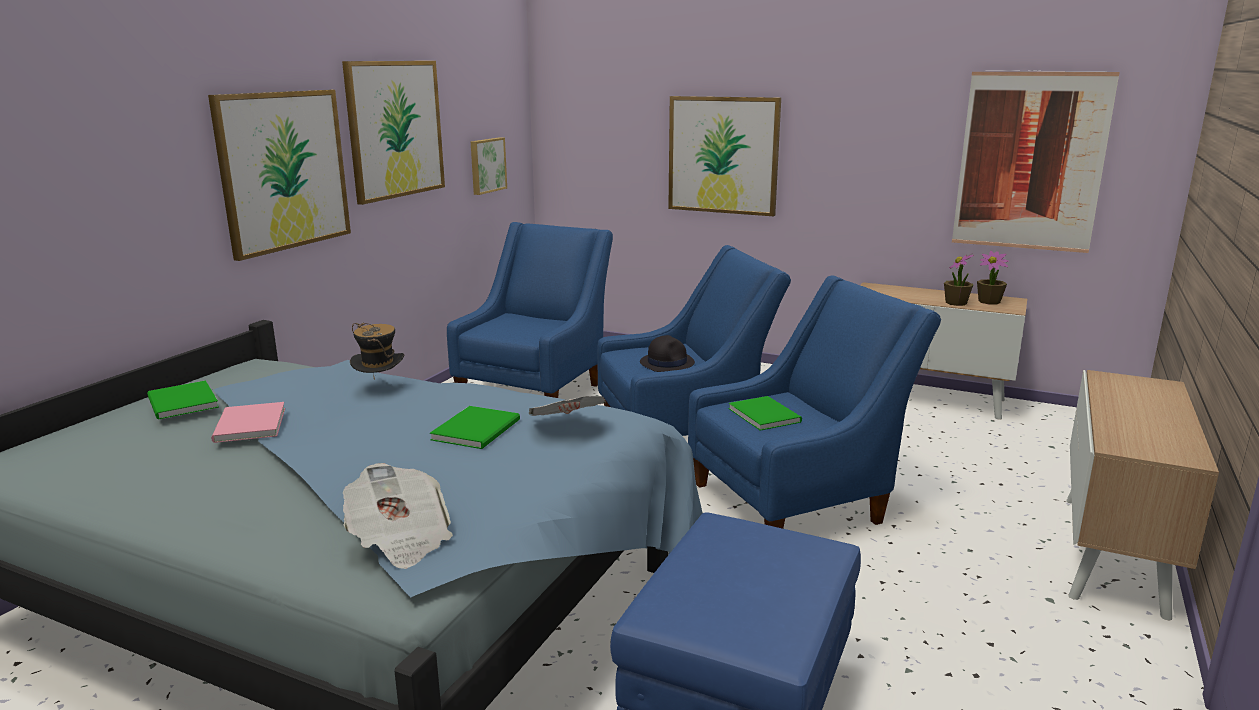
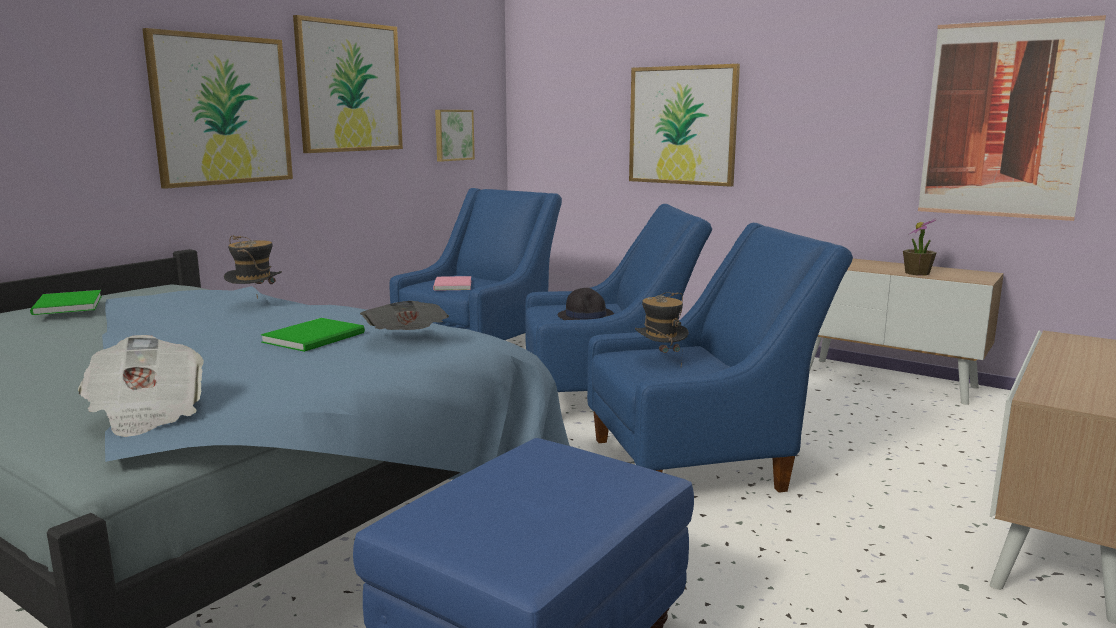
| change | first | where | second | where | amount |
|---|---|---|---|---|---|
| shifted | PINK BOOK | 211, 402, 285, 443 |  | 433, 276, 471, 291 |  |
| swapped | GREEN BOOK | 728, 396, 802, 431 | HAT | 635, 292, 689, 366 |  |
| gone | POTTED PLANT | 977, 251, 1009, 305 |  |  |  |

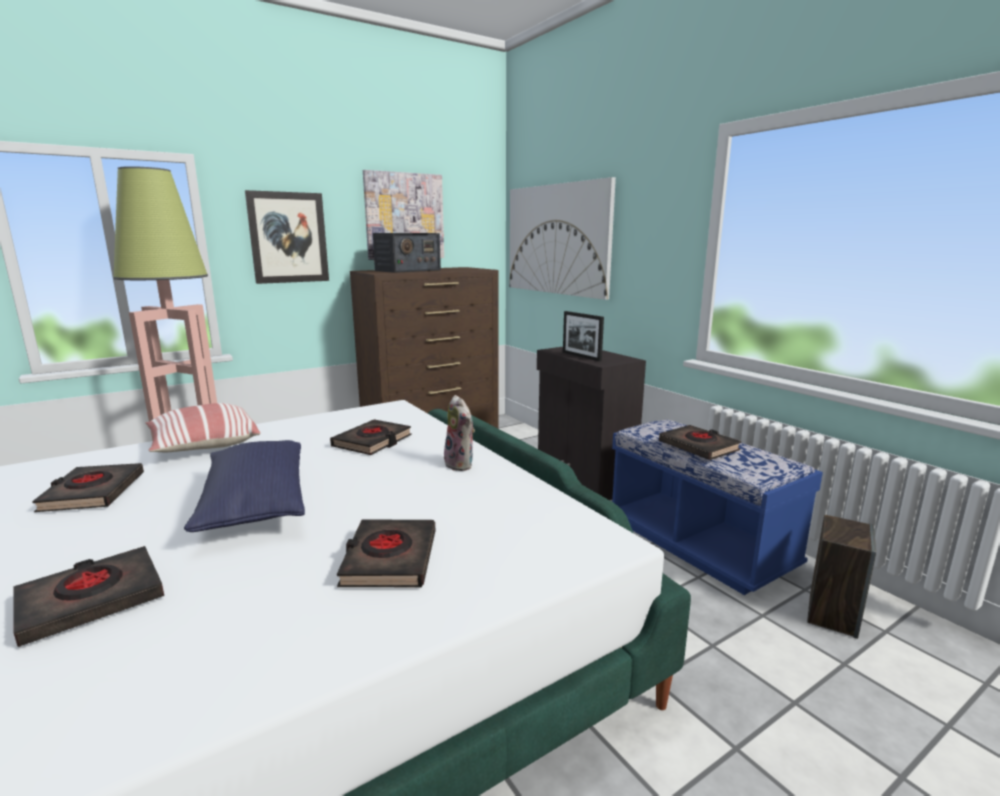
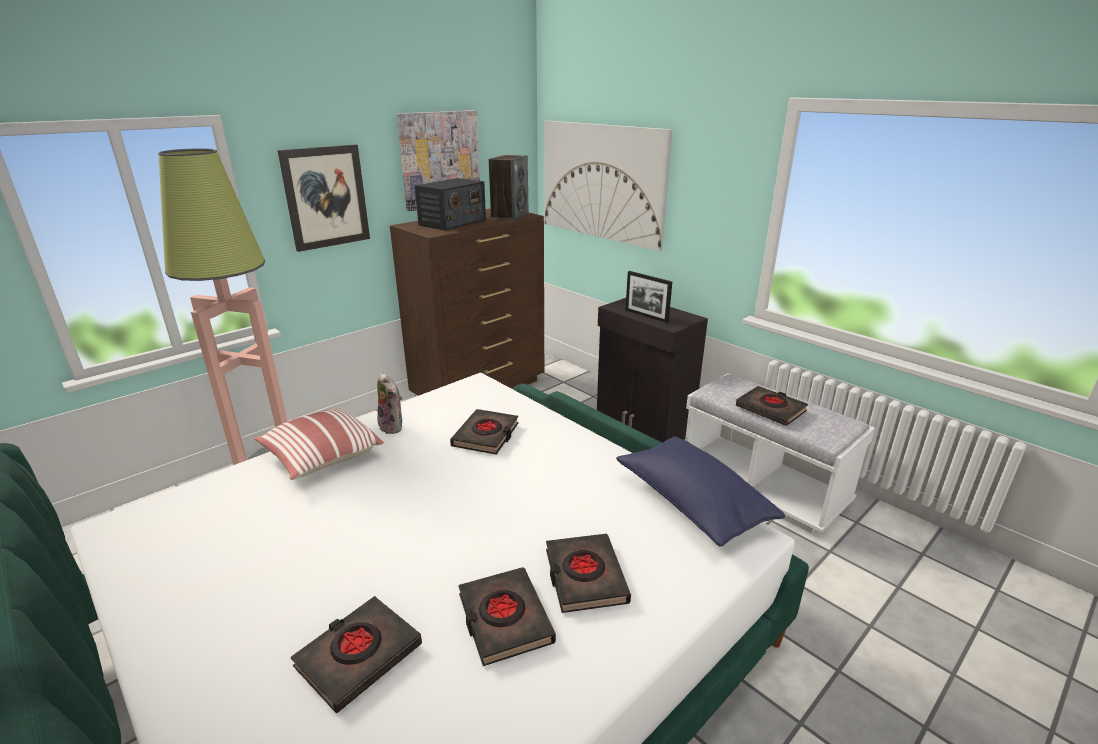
| change | first | where | second | where | amount |
|---|---|---|---|---|---|
| shifted | BLACK BOOK | 32, 463, 144, 512 |  | 458, 567, 556, 666 |  |
| shifted | BLUE PILLOW | 184, 440, 305, 532 |  | 616, 436, 785, 547 |  |
| shifted | PLUSH TOY | 444, 395, 475, 471 |  | 377, 372, 402, 434 |  |
| repainted | BLUE BENCH | 612, 420, 823, 595 | WHITE BENCH | 685, 373, 875, 534 |  |
| shifted | SPEAKER | 807, 515, 876, 639 |  | 489, 155, 528, 220 |  |

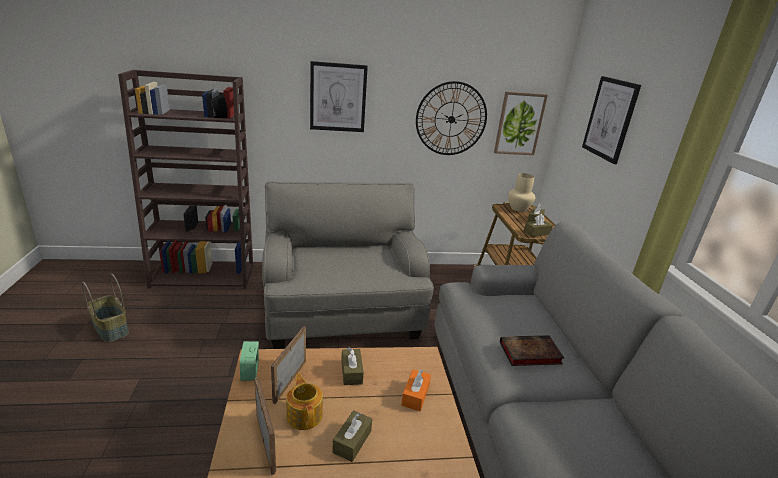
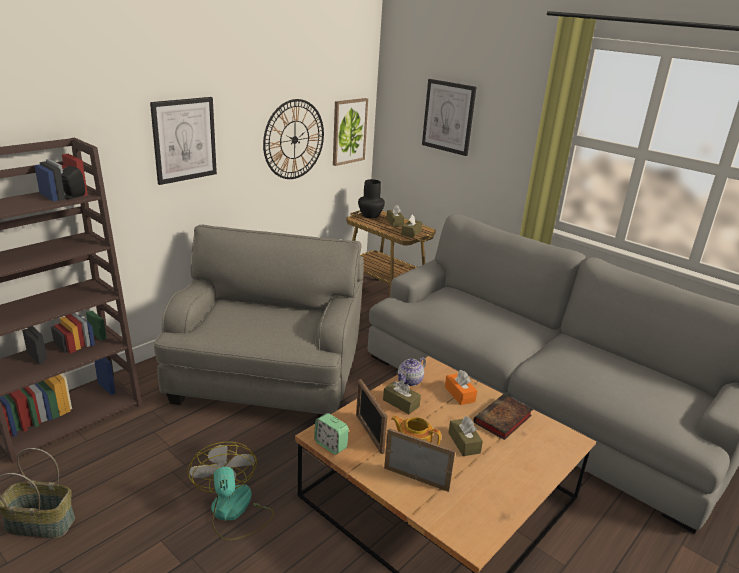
| change | first | where | second | where | amount |
|---|---|---|---|---|---|
| rotated | GREY ARMCHAIR | 262, 181, 434, 349 |  | 154, 225, 364, 418 | 60 degrees clockwise |
| shifted | BOOK | 500, 335, 564, 366 |  | 474, 394, 533, 440 |  |
| repainted | BEIGE VASE | 508, 173, 536, 212 | BLACK VASE | 358, 179, 385, 219 |  |
| new |  |  | FAN | 187, 442, 274, 540 |  |
| new |  |  | TEAPOT | 397, 357, 426, 386 |  |

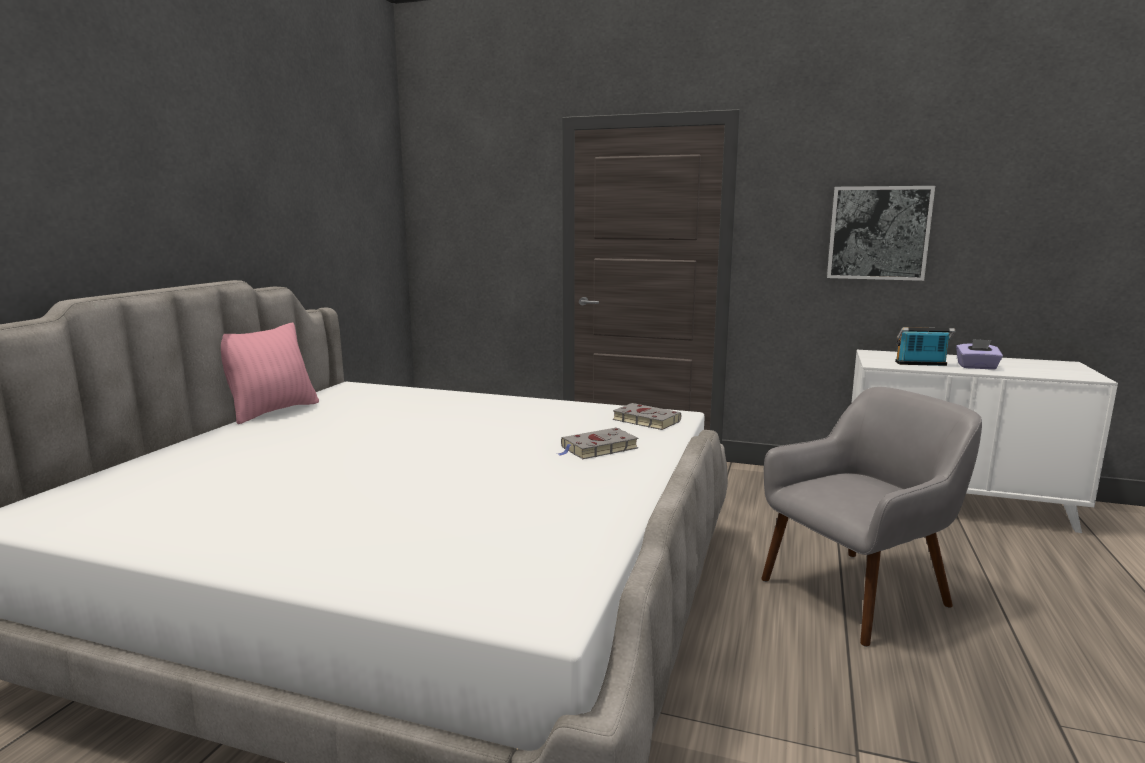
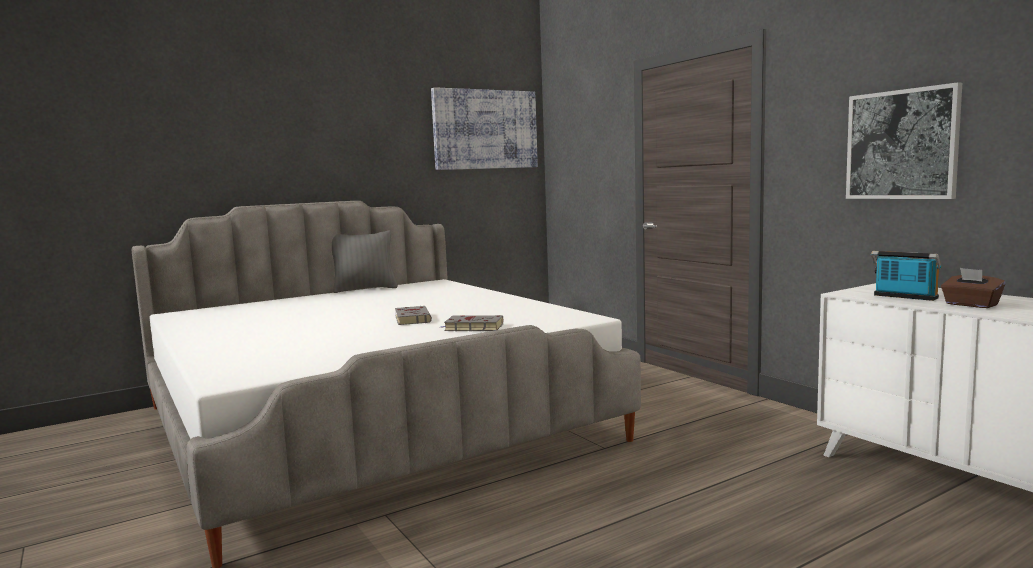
| change | first | where | second | where | amount |
|---|---|---|---|---|---|
| repainted | PINK PILLOW | 221, 323, 319, 424 | GREY PILLOW | 332, 230, 398, 293 |  |
| shifted | GREY BOOK | 613, 403, 681, 430 |  | 395, 306, 432, 325 |  |
| gone | GREY ARMCHAIR | 761, 387, 982, 647 |  |  |  |
| repainted | PURPLE TISSUE BOX | 956, 339, 1003, 369 | BROWN TISSUE BOX | 941, 268, 1005, 308 |  |
| new |  |  | PICTURE | 431, 87, 538, 170 |  |

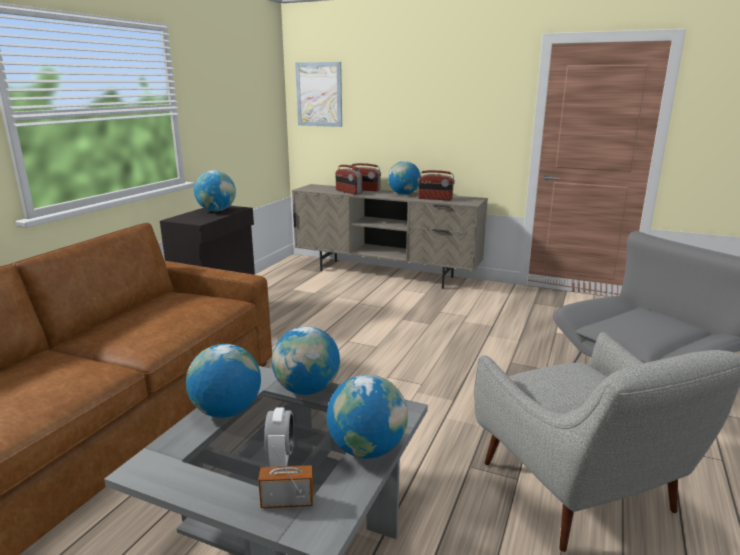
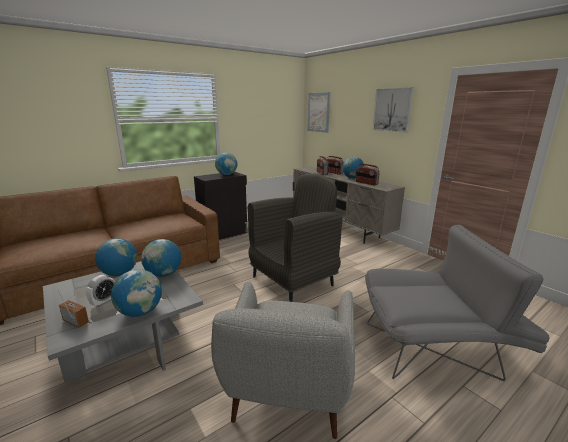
| change | first | where | second | where | amount |
|---|---|---|---|---|---|
| new |  |  | GREY ARMCHAIR | 247, 173, 343, 302 |  |
| new |  |  | PICTURE | 372, 87, 414, 133 |  |

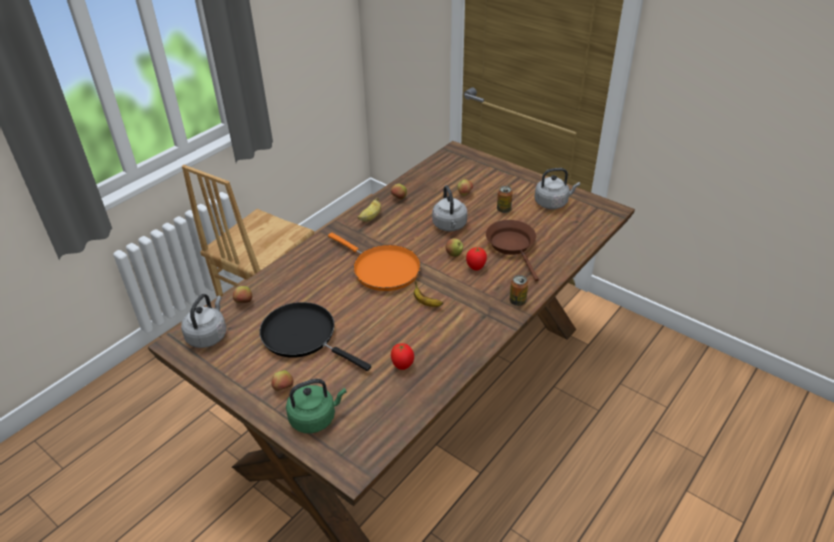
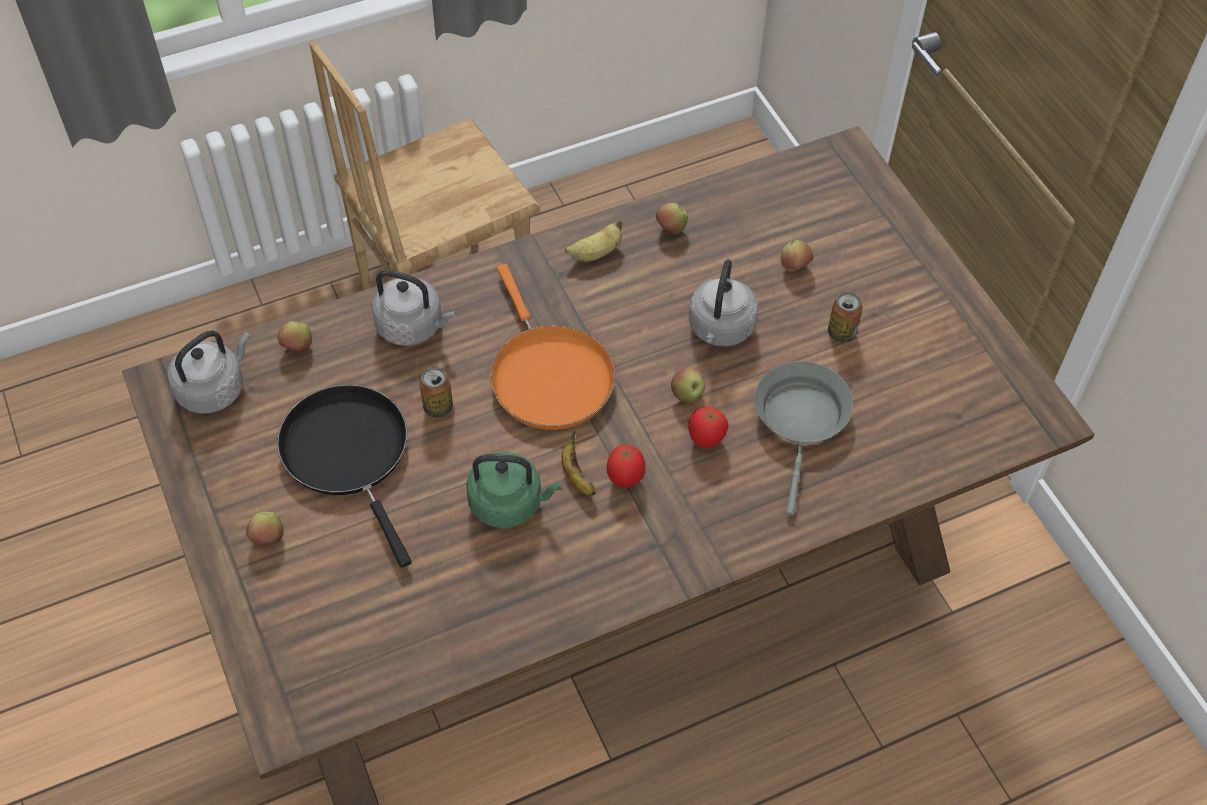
| change | first | where | second | where | amount |
|---|---|---|---|---|---|
| shifted | GREEN KETTLE | 286, 379, 347, 433 |  | 466, 452, 562, 528 |  |
| shifted | TOMATO | 391, 343, 414, 370 |  | 607, 445, 645, 488 |  |
| repainted | BROWN FRYING PAN | 486, 220, 539, 281 | GREY FRYING PAN | 754, 361, 853, 516 |  |
| shifted | CAN | 510, 275, 528, 306 |  | 419, 367, 453, 418 |  |
| shifted | GREY KETTLE | 535, 168, 580, 209 |  | 372, 270, 455, 346 |  |

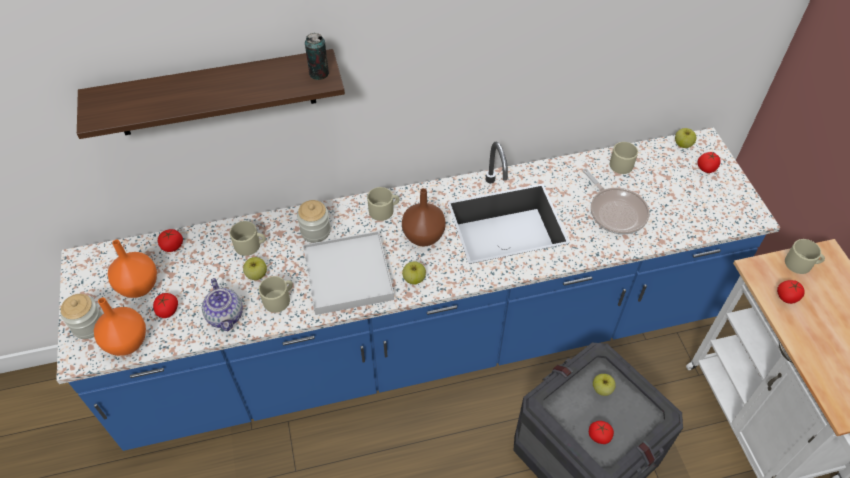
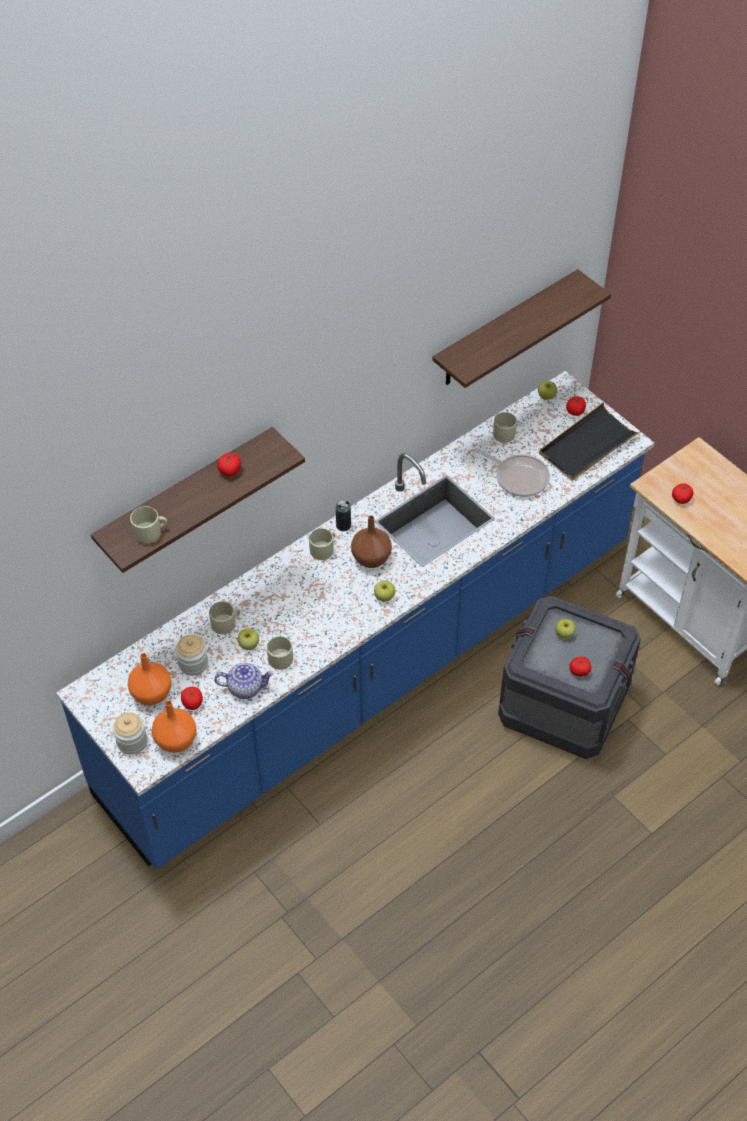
| change | first | where | second | where | amount |
|---|---|---|---|---|---|
| shifted | TOMATO | 158, 229, 183, 252 |  | 217, 453, 241, 476 |  |
| rotated | TEAPOT | 202, 278, 243, 331 |  | 214, 663, 274, 699 | 45 degrees counterclockwise |
| shifted | JAR | 297, 200, 331, 243 |  | 176, 635, 208, 676 |  |
| gone | WHITE TRAY | 303, 231, 394, 315 |  |  |  |
| shifted | CAN | 305, 33, 329, 80 |  | 335, 500, 351, 531 |  |
| shifted | BEIGE MUG | 785, 239, 825, 274 |  | 130, 506, 167, 543 |  |
| new |  |  | SHELF | 432, 269, 611, 388 |  |
| new |  |  | BLACK TRAY | 539, 402, 641, 481 |  |

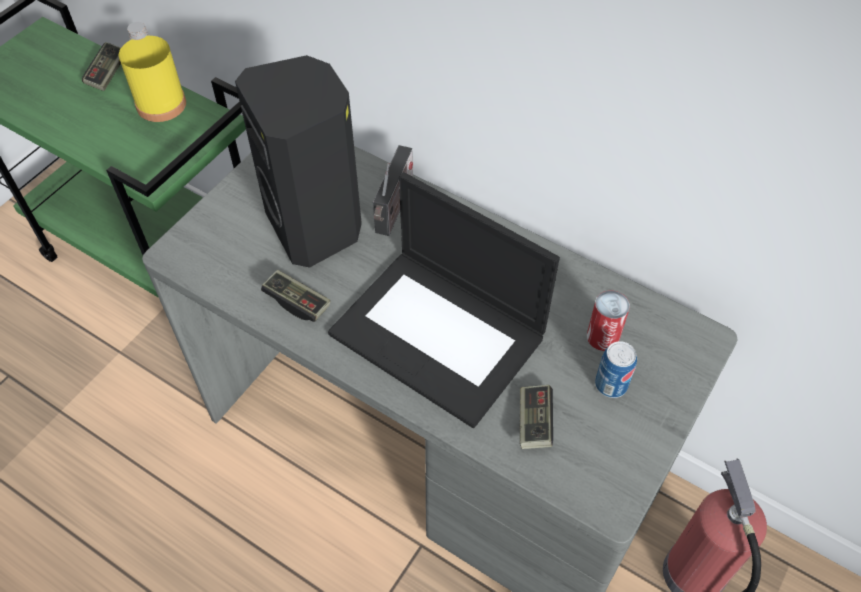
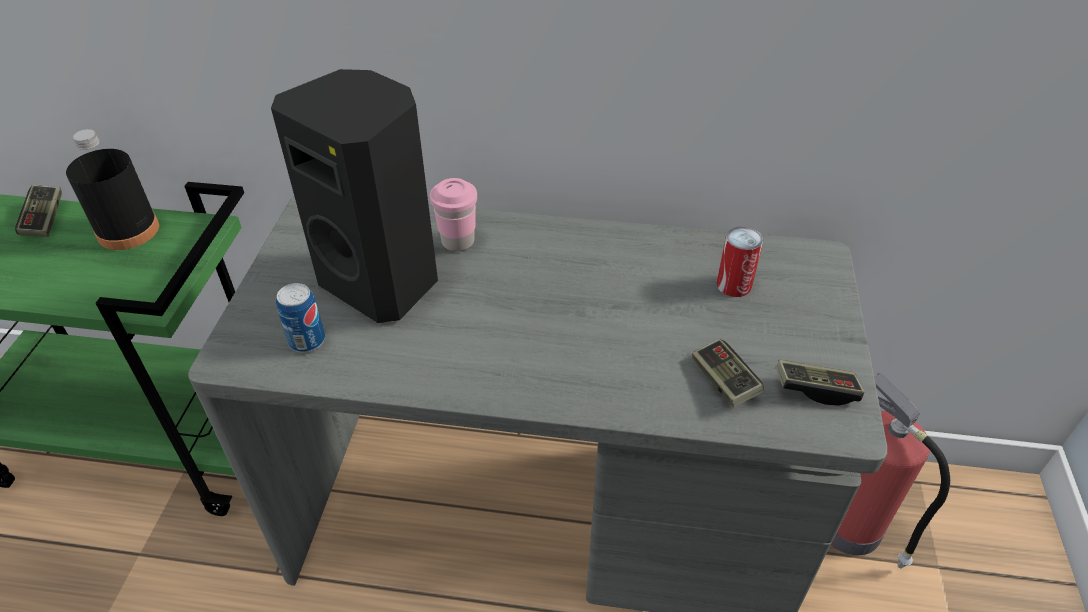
| change | first | where | second | where | amount |
|---|---|---|---|---|---|
| repainted | YELLOW BOTTLE | 119, 22, 186, 122 | BLACK BOTTLE | 66, 129, 159, 250 |  |
| shifted | GAME CONTROLLER | 261, 270, 330, 322 |  | 776, 360, 864, 406 |  |
| gone | LAPTOP | 328, 172, 560, 428 |  |  |  |
| swapped | RADIO | 373, 145, 413, 236 | PINK CUP | 430, 178, 477, 252 |  |
| shifted | CAN | 595, 341, 637, 398 |  | 276, 283, 325, 353 |  |

